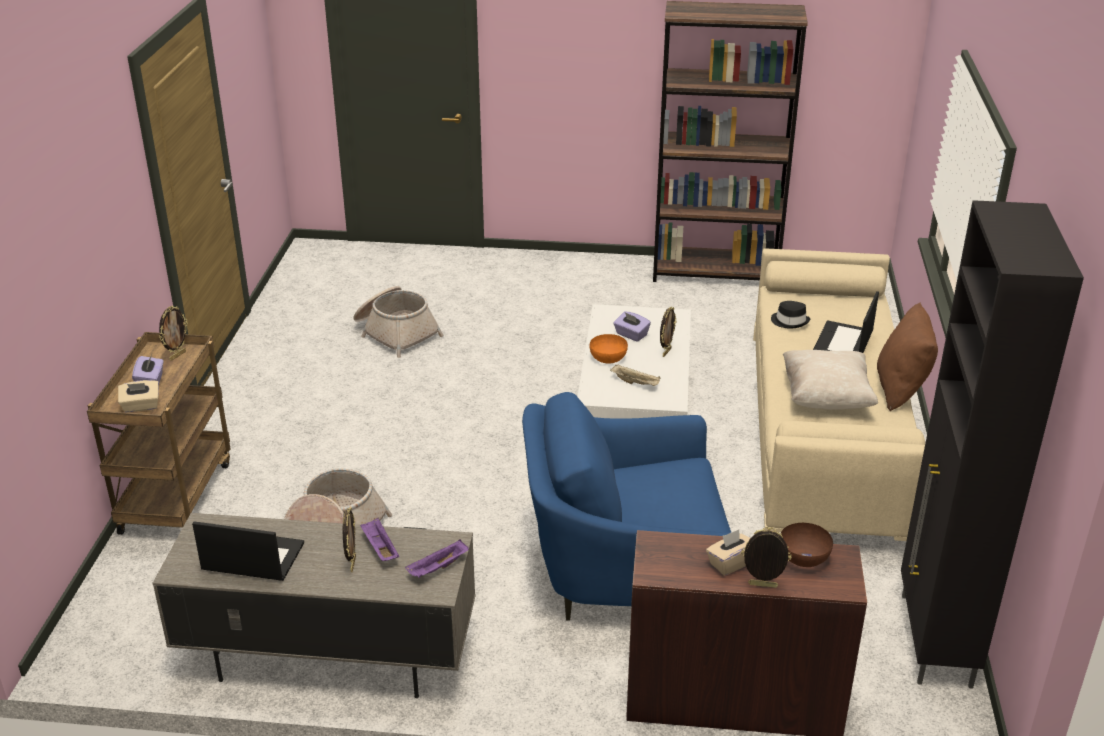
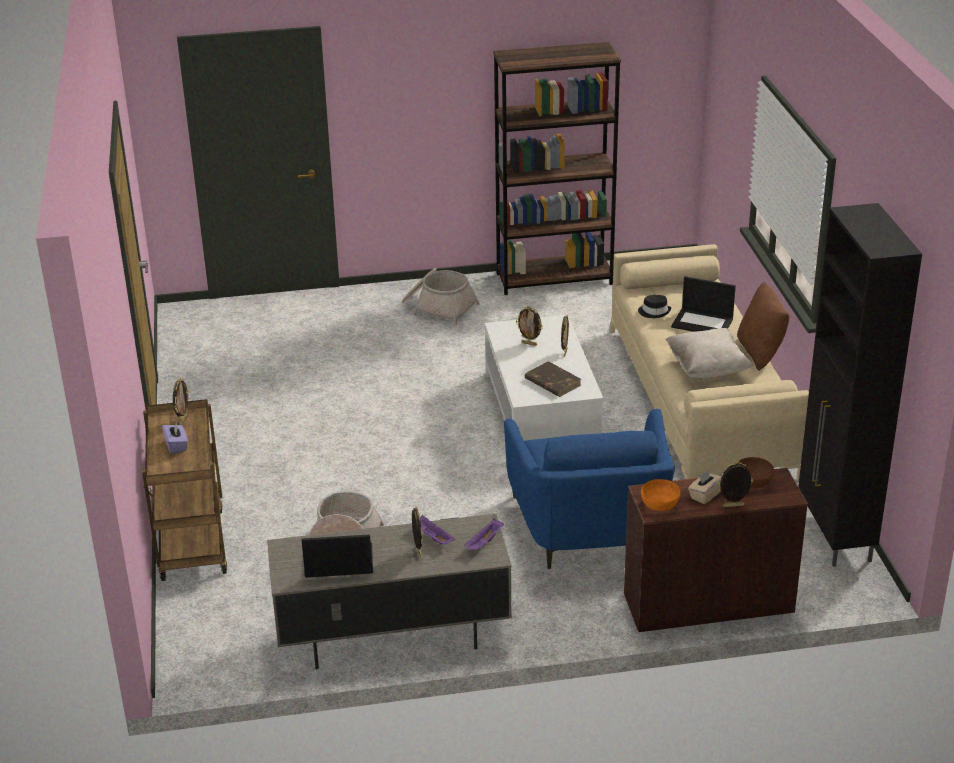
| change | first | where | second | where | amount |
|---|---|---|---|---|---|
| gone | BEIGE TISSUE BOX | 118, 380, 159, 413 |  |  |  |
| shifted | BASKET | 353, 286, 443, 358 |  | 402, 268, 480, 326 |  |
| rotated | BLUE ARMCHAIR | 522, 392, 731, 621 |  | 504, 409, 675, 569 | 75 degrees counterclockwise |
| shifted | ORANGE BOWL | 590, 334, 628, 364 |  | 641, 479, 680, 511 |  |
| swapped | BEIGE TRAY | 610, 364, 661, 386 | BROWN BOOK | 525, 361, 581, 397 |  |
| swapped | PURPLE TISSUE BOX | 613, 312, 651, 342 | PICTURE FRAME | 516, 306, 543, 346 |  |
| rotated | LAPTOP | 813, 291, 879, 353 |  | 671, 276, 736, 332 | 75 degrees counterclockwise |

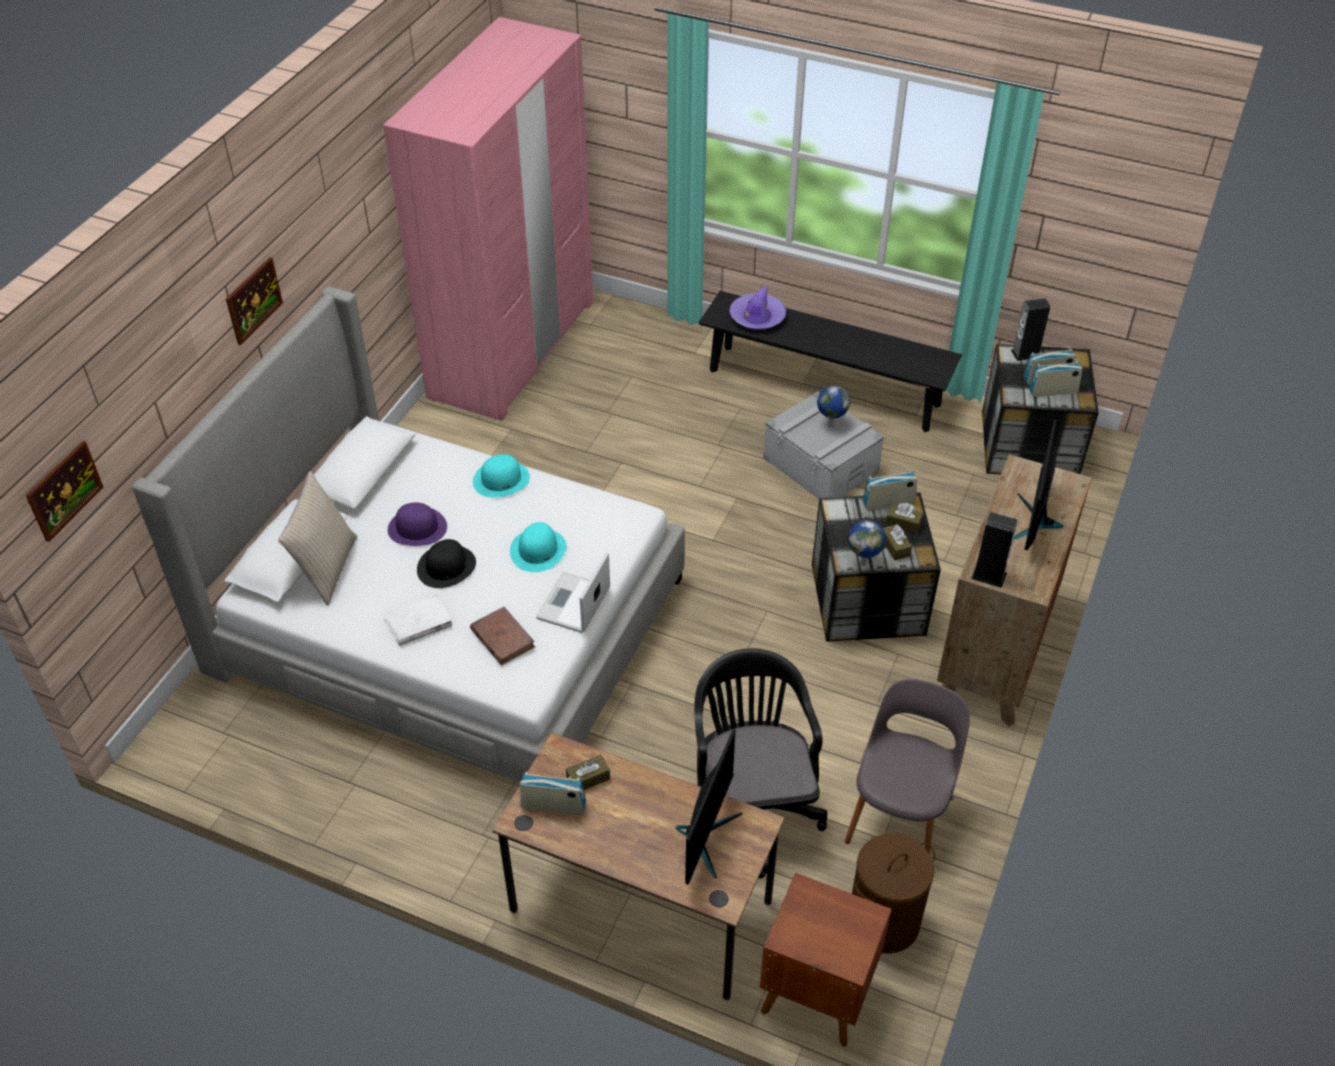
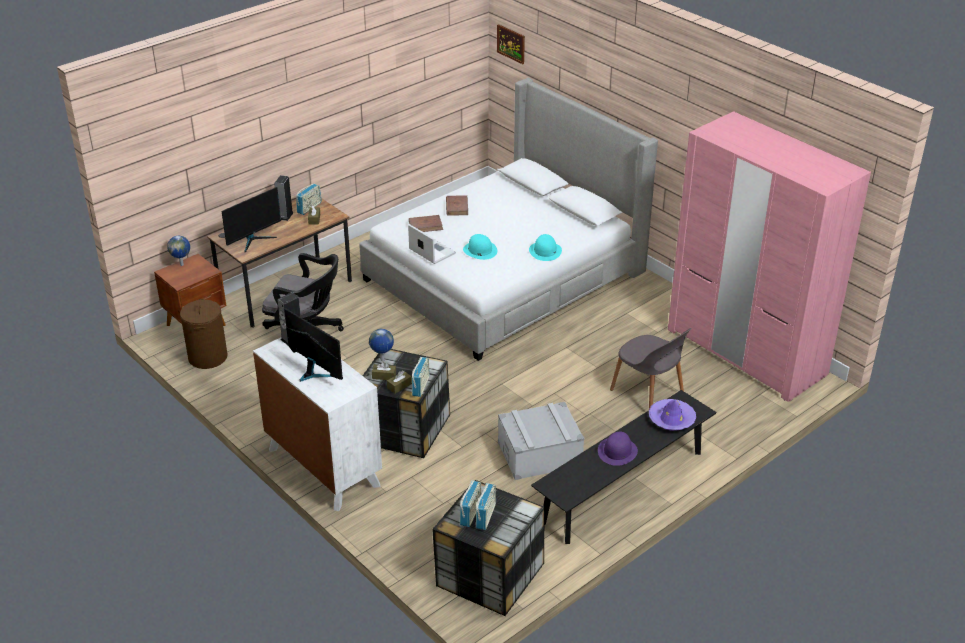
| change | first | where | second | where | amount |
|---|---|---|---|---|---|
| gone | PICTURE | 226, 257, 283, 345 |  |  |  |
| gone | BEIGE PILLOW | 278, 471, 357, 606 |  |  |  |
| repainted | WHITE BOOK | 384, 594, 452, 646 | BROWN BOOK | 446, 195, 468, 216 |  |
| shifted | PURPLE HAT | 388, 502, 447, 546 |  | 598, 432, 638, 466 |  |
| gone | BLACK HAT | 417, 539, 476, 588 |  |  |  |
| rotated | MONITOR | 675, 729, 742, 885 |  | 222, 187, 281, 253 | 90 degrees counterclockwise |
| shifted | GLOBE | 817, 385, 850, 427 |  | 167, 236, 190, 266 |  |
| shifted | GREY CHAIR | 845, 679, 970, 854 |  | 610, 328, 692, 409 |  |
| repainted | BROWN DRESSER | 937, 454, 1092, 727 | WHITE DRESSER | 253, 337, 382, 511 |  |
| shifted | SPEAKER | 1011, 298, 1050, 361 |  | 274, 175, 294, 221 |  |

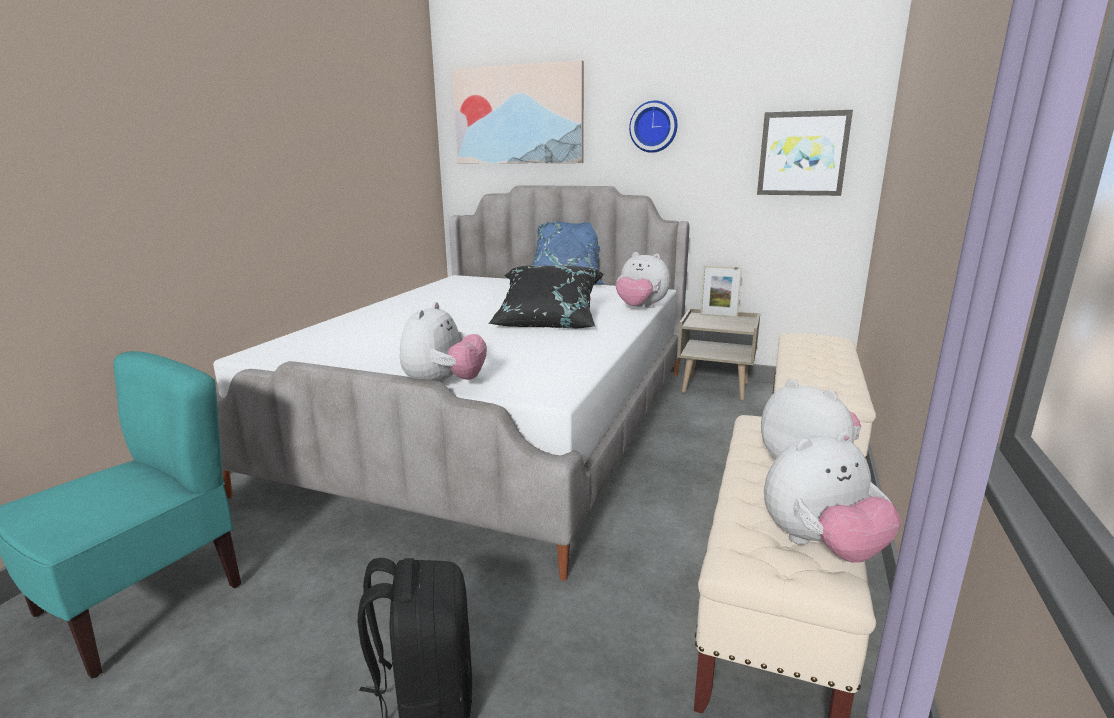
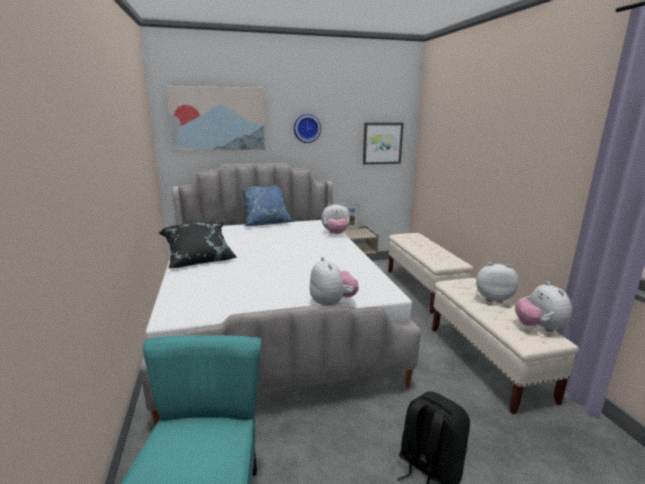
| change | first | where | second | where | amount |
|---|---|---|---|---|---|
| shifted | BLACK PILLOW | 488, 265, 604, 328 |  | 159, 221, 238, 269 |  |
| rotated | PLUSH TOY | 764, 431, 901, 563 |  | 515, 281, 572, 332 | 135 degrees clockwise |

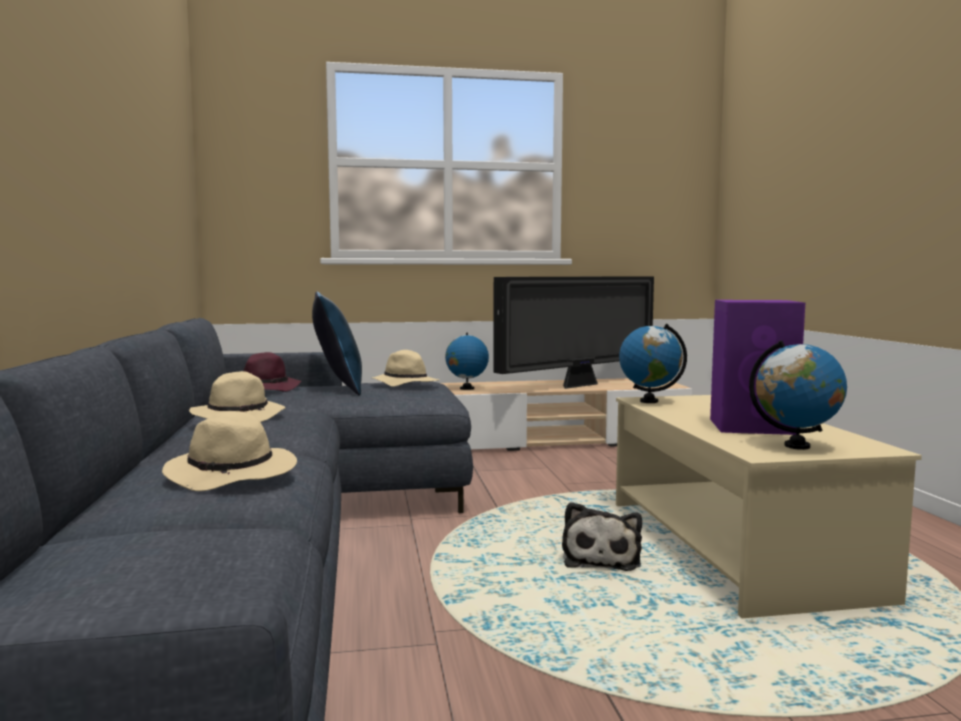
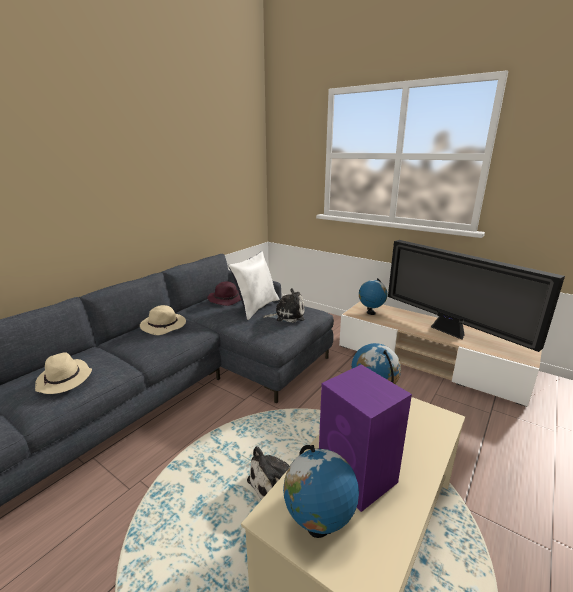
| change | first | where | second | where | amount |
|---|---|---|---|---|---|
| repainted | BLUE PILLOW | 312, 291, 362, 395 | WHITE PILLOW | 228, 251, 280, 320 |  |
| swapped | BEIGE HAT | 372, 350, 439, 387 | PLUSH TOY | 263, 288, 304, 323 |  |
| rotated | TELEVISION | 493, 276, 654, 389 |  | 388, 240, 565, 352 | 45 degrees clockwise |

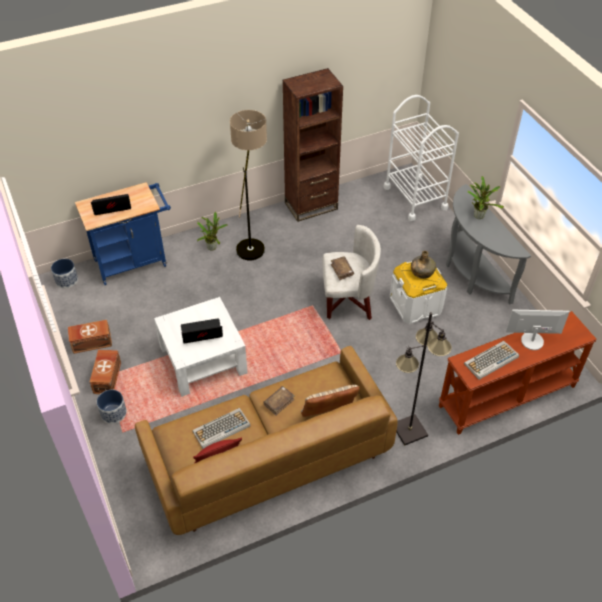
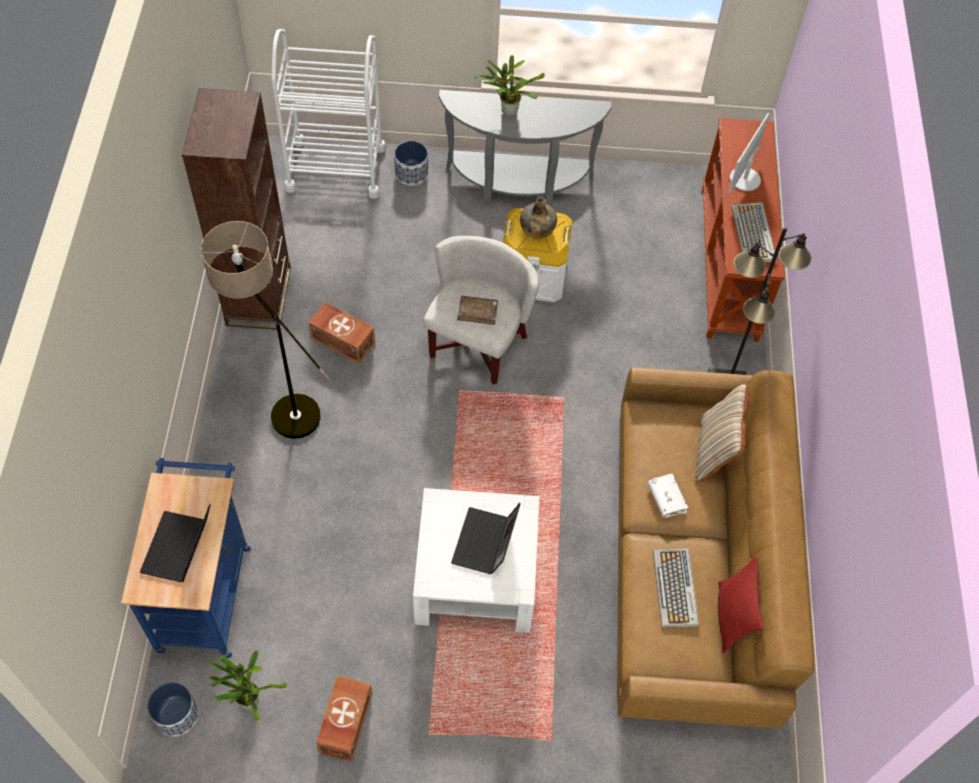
| change | first | where | second | where | amount |
|---|---|---|---|---|---|
| shifted | BROWN STORAGE BOX | 90, 350, 121, 394 |  | 308, 302, 375, 364 |  |
| shifted | PLANTER | 97, 390, 127, 424 |  | 394, 141, 428, 186 |  |
| shifted | POTTED PLANT | 197, 212, 227, 250 |  | 209, 650, 287, 721 |  |
| repainted | BROWN BOOK | 263, 386, 295, 415 | WHITE BOOK | 647, 474, 689, 518 |  |

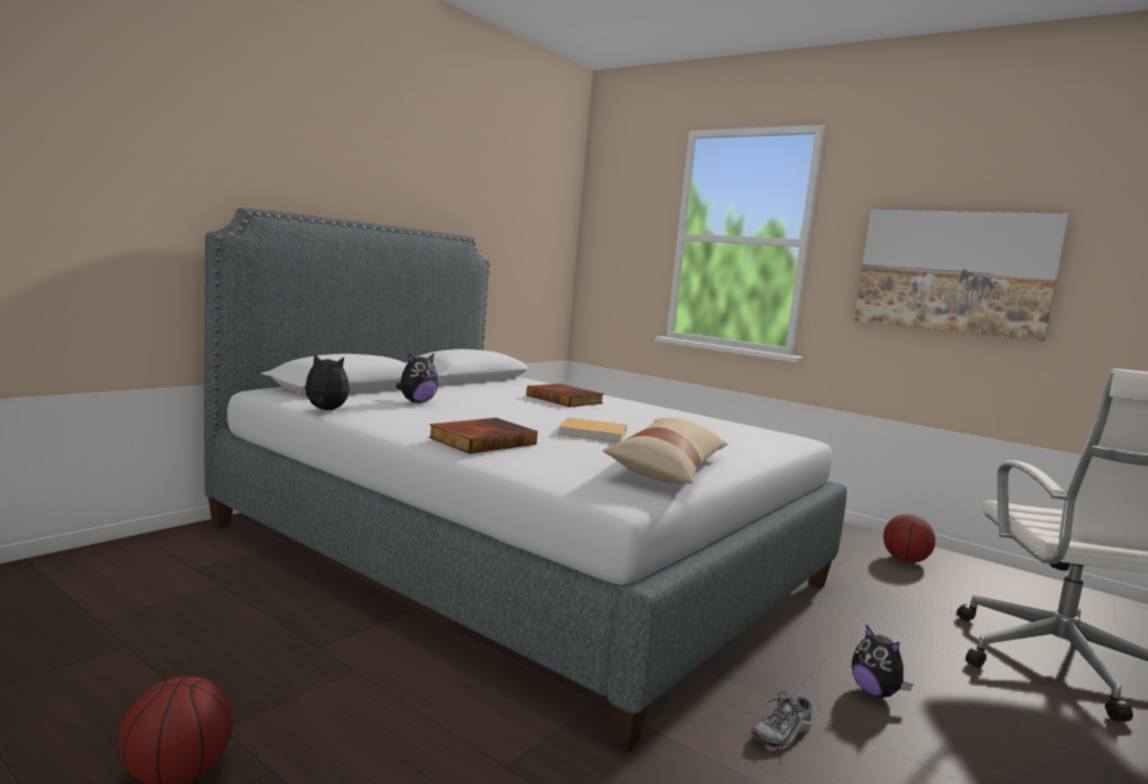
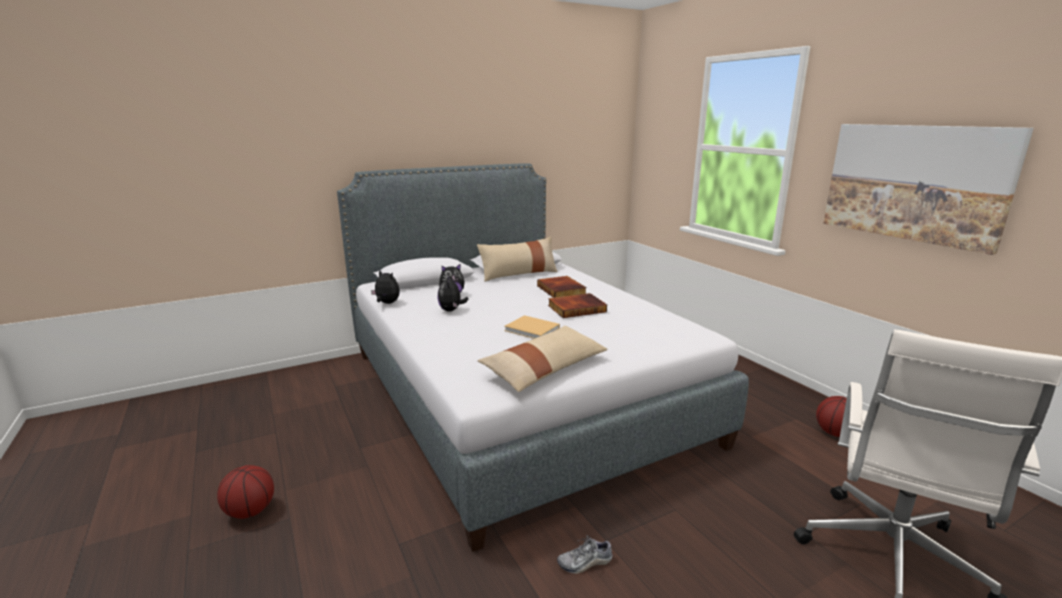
| change | first | where | second | where | amount |
|---|---|---|---|---|---|
| shifted | BOOK | 429, 418, 538, 454 |  | 548, 293, 607, 318 |  |
| shifted | PLUSH TOY | 852, 624, 913, 697 |  | 437, 276, 468, 312 |  |
| new |  |  | BEIGE PILLOW | 477, 237, 558, 282 |  |

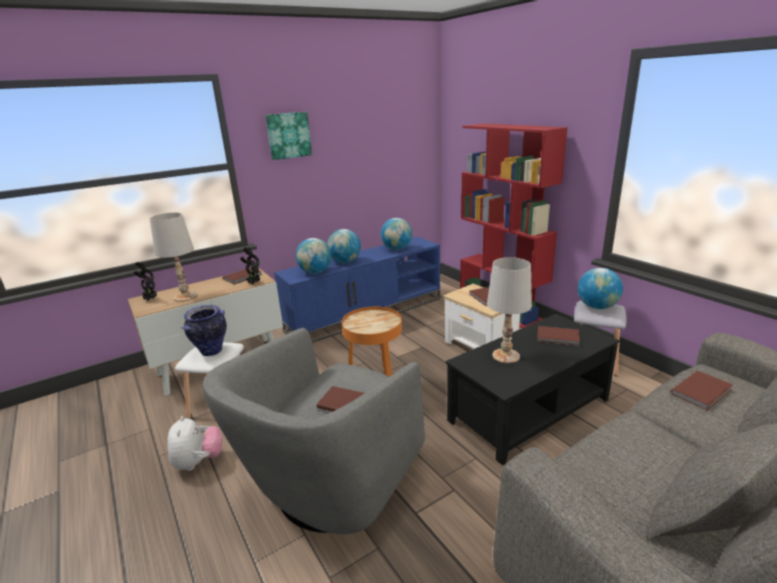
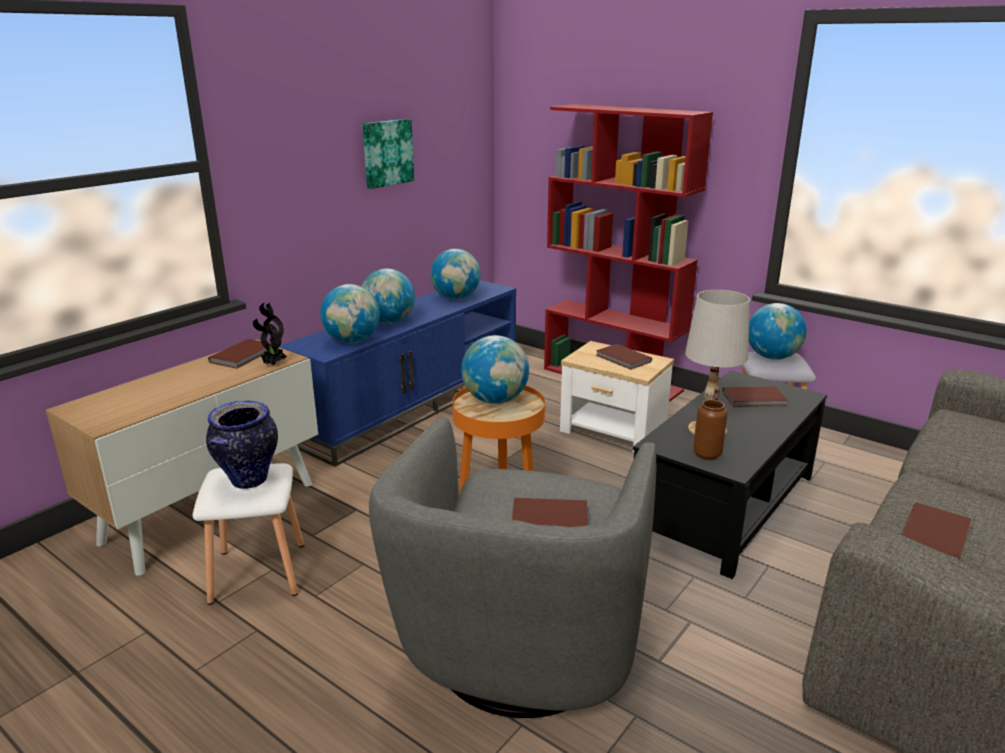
| change | first | where | second | where | amount |
|---|---|---|---|---|---|
| gone | POTTED PLANT | 133, 262, 157, 301 |  |  |  |
| gone | WHITE TABLE LAMP | 150, 212, 198, 302 |  |  |  |
| gone | PLUSH TOY | 167, 416, 222, 471 |  |  |  |
| shifted | PICTURE | 266, 112, 312, 160 |  | 362, 119, 414, 189 |  |
| shifted | BROWN BOOK | 670, 371, 733, 411 |  | 902, 503, 971, 561 |  |
| new |  |  | GLOBE | 461, 335, 529, 404 |  |
| new |  |  | BROWN VASE | 693, 400, 728, 460 |  |

